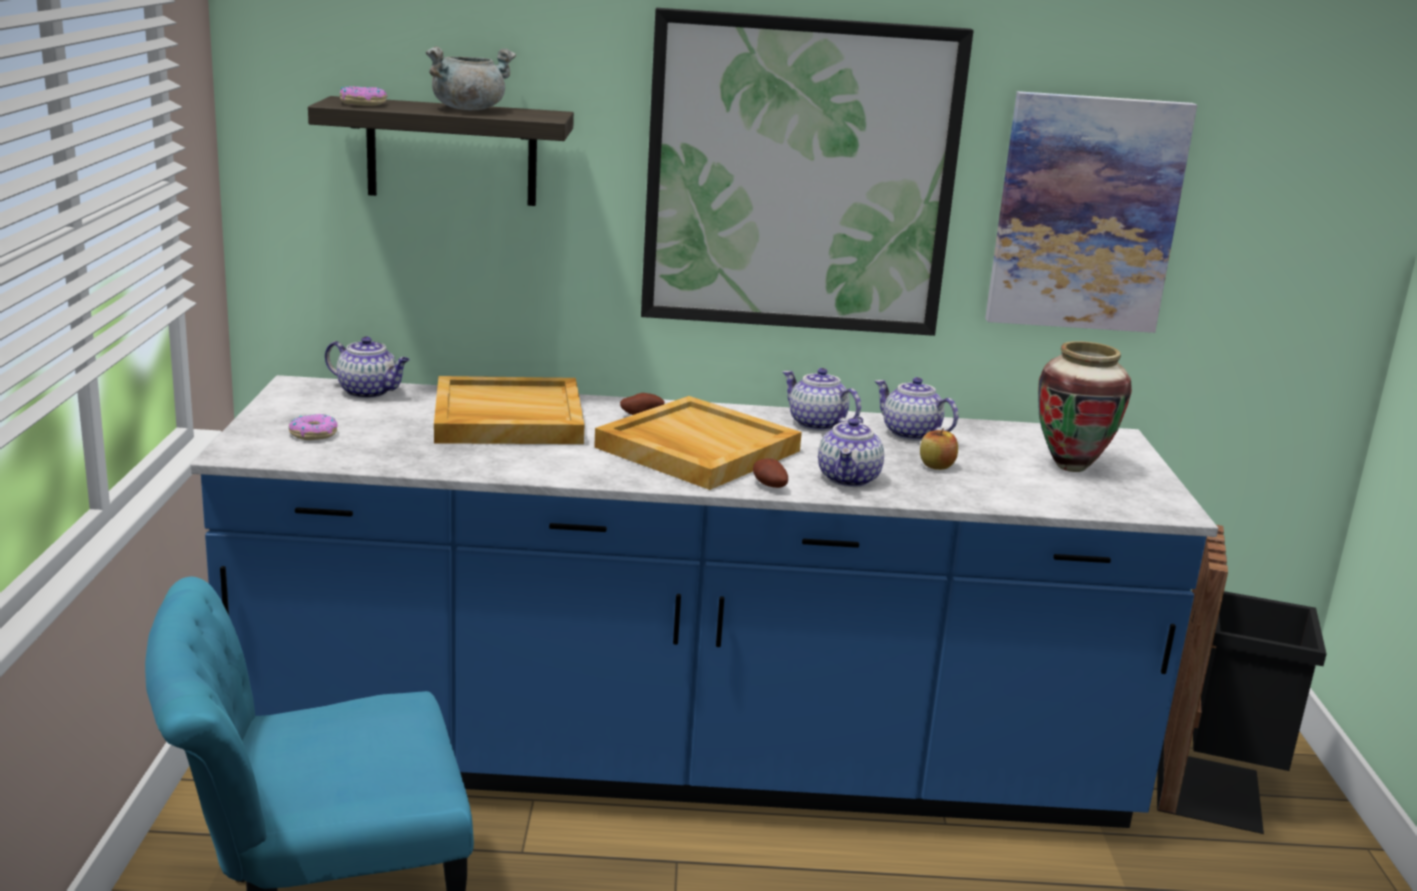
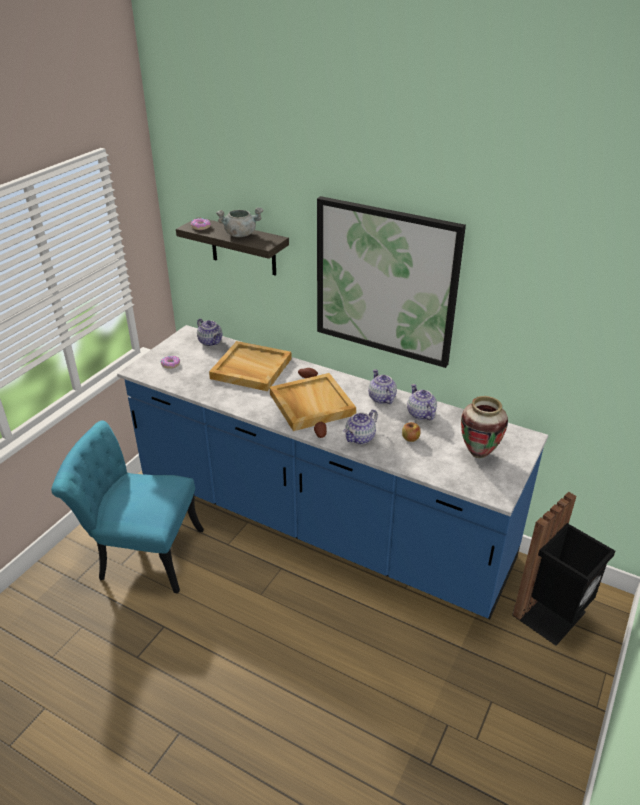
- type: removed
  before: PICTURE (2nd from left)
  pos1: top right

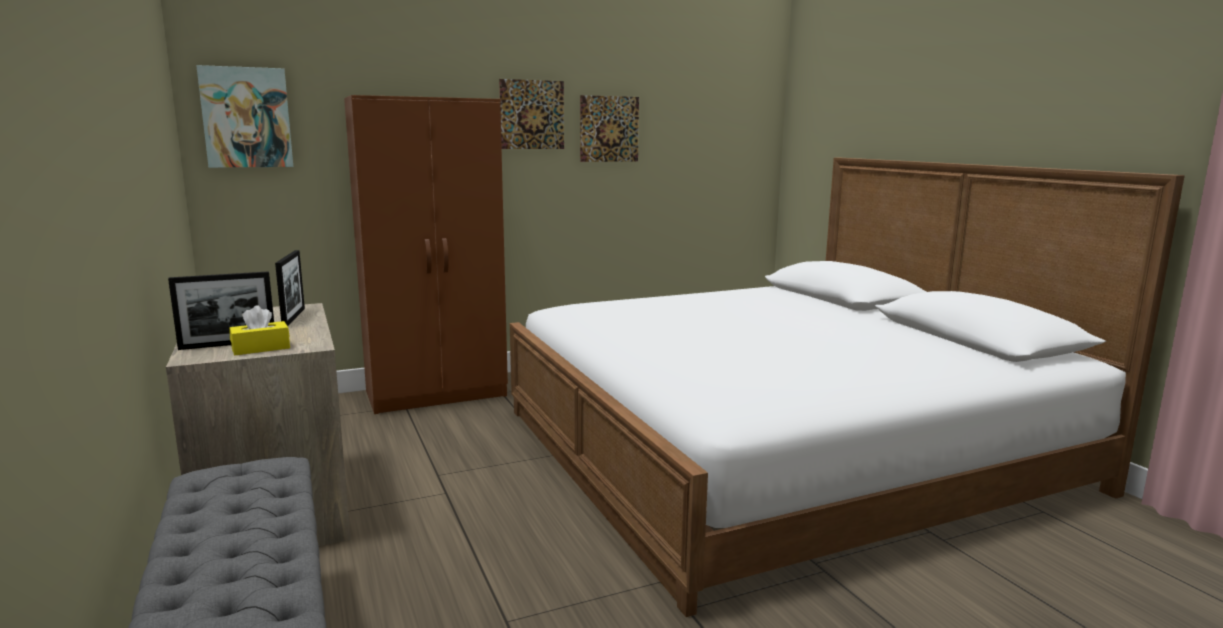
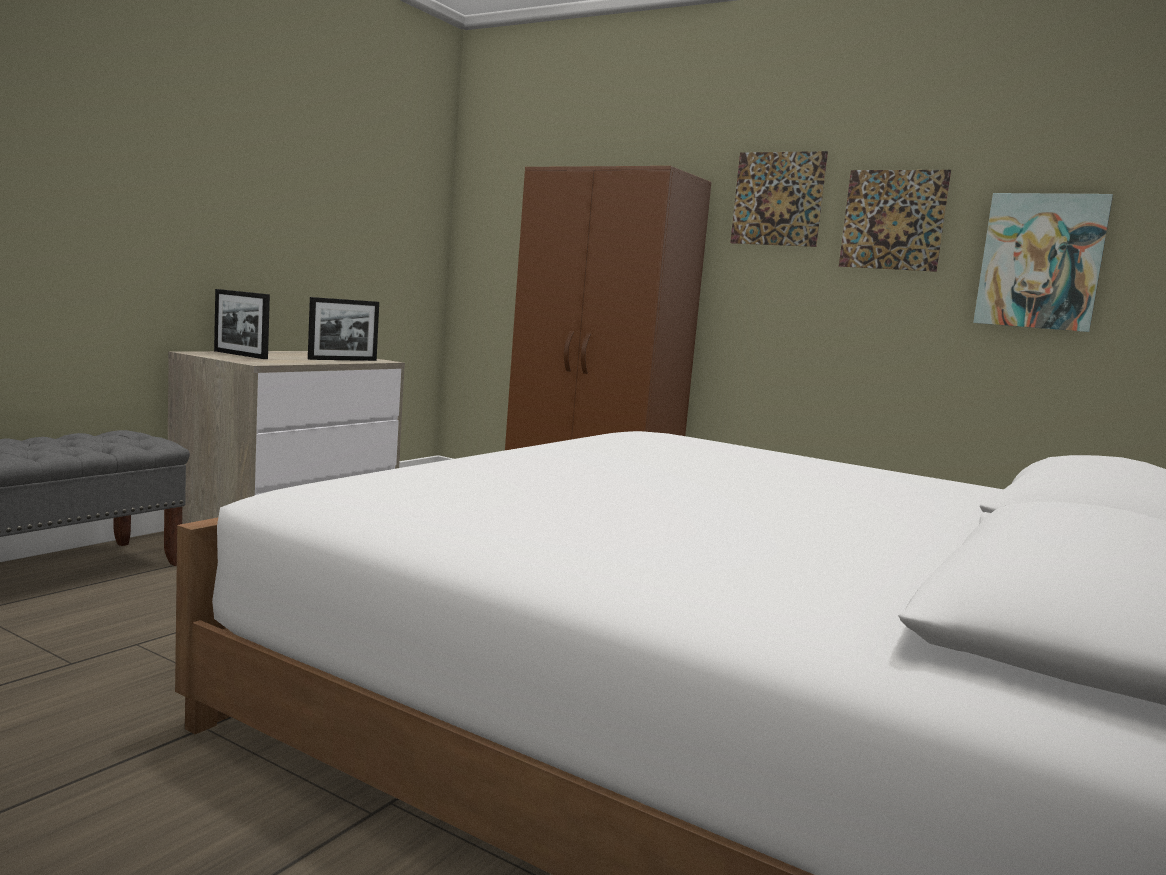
- type: moved
  before: PICTURE (1st from left in the first image)
  after: PICTURE (3rd from left)
  pos1: top left
  pos2: top right
- type: removed
  before: YELLOW TISSUE BOX
  pos1: middle left

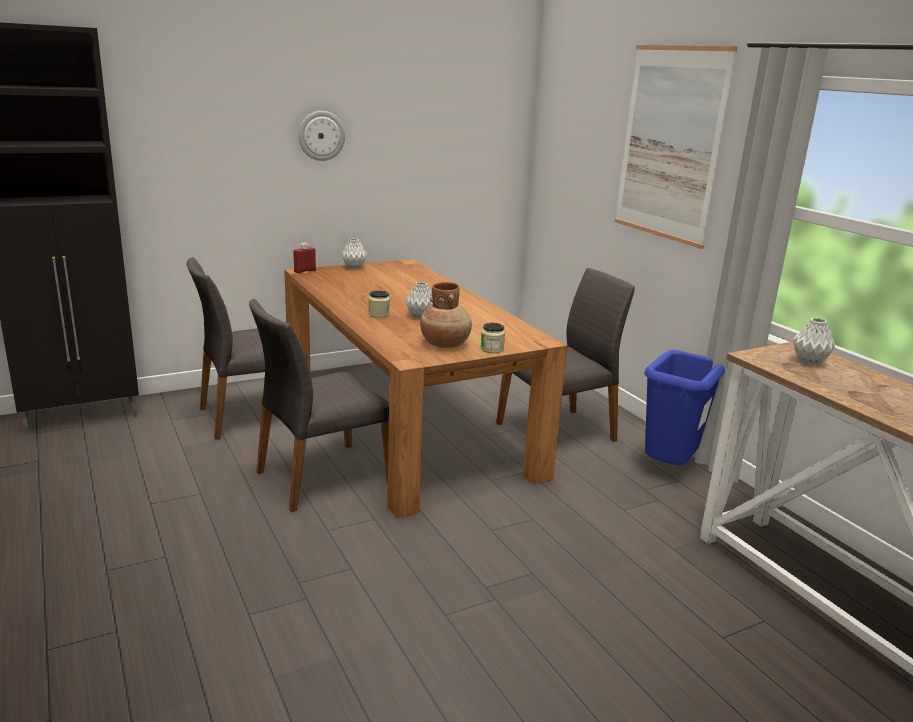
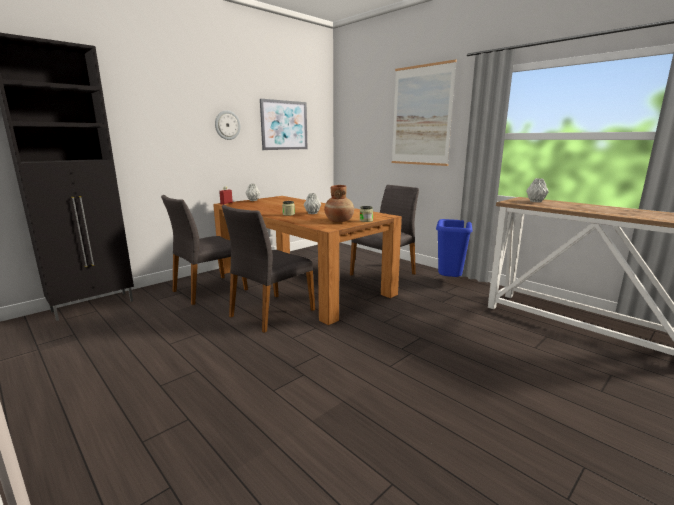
- type: added
  after: PICTURE (1st from left)
  pos2: top centre

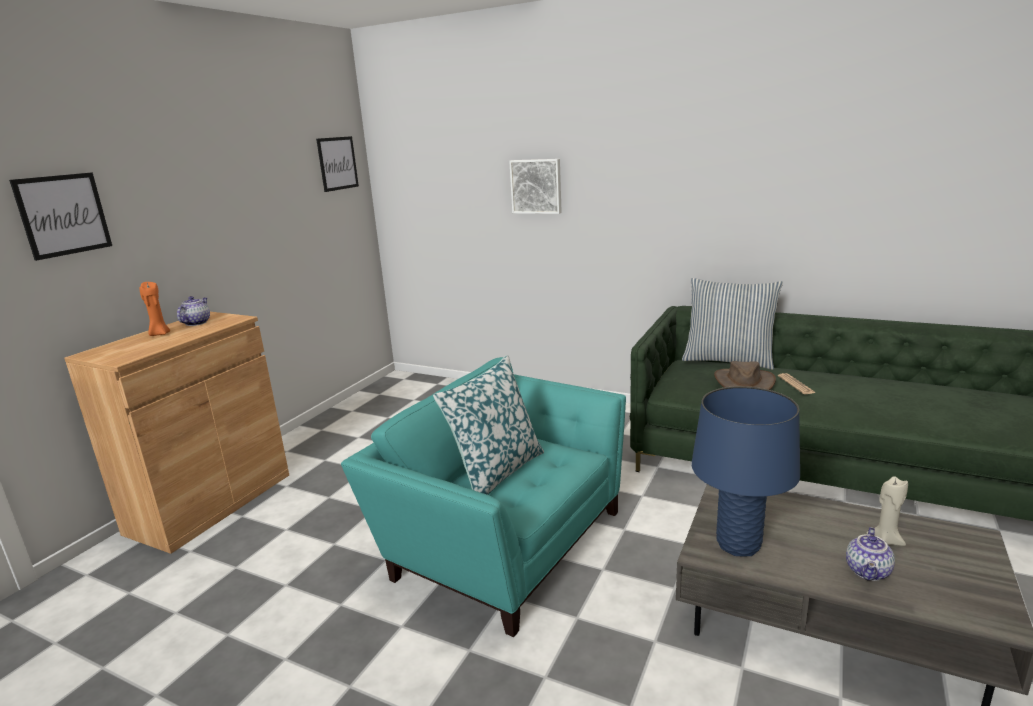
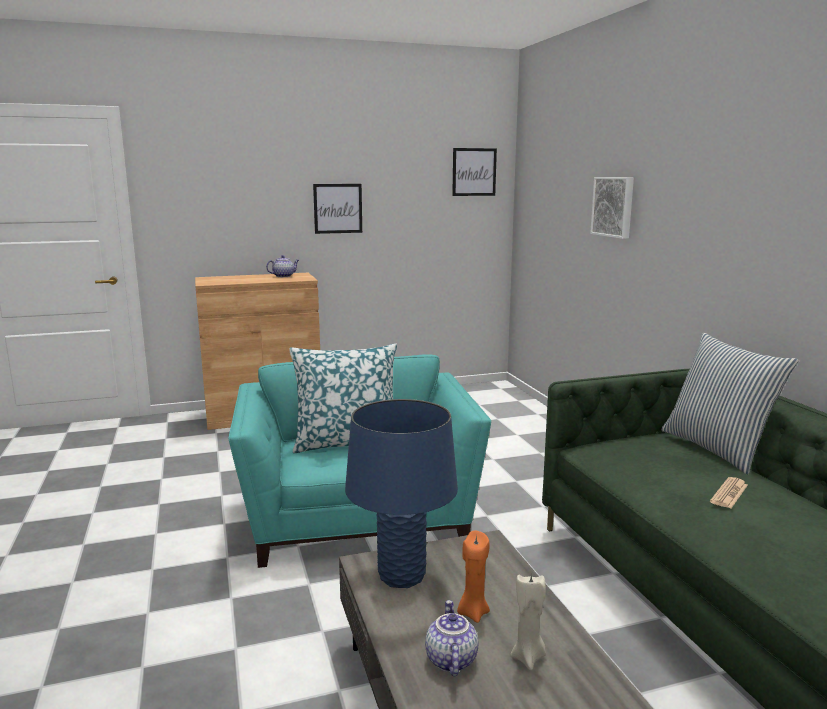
- type: moved
  before: PICTURE (1st from left)
  pos1: top left
  pos2: top centre
- type: turned
  before: TEAPOT (2nd from left)
  pos1: bottom right
  pos2: bottom centre
  turn: 105
- type: moved
  before: ORANGE CANDLE
  pos1: middle left
  pos2: bottom centre
- type: removed
  before: BROWN HAT
  pos1: middle right

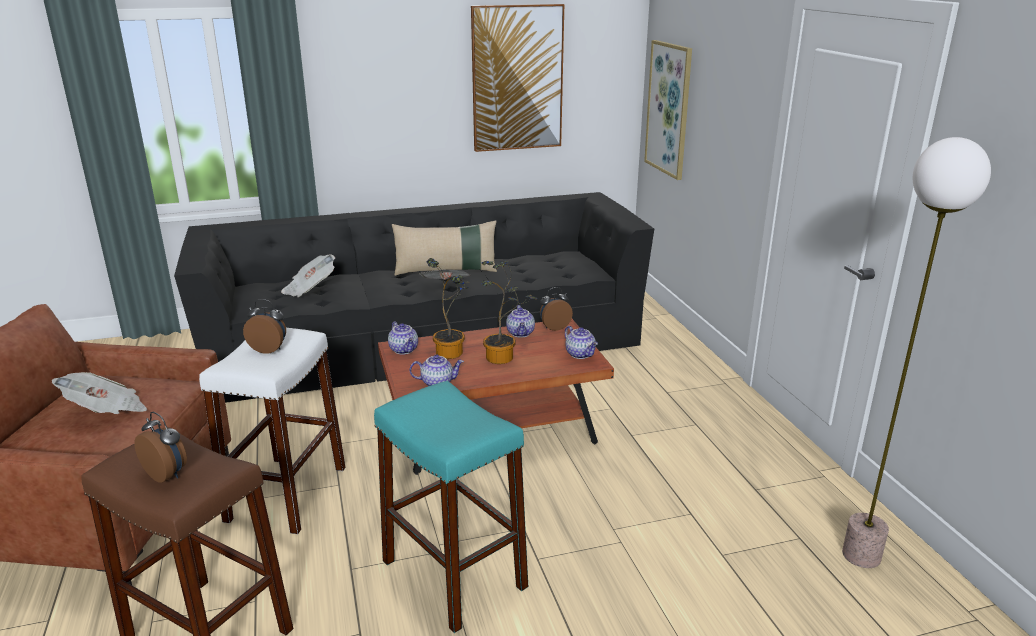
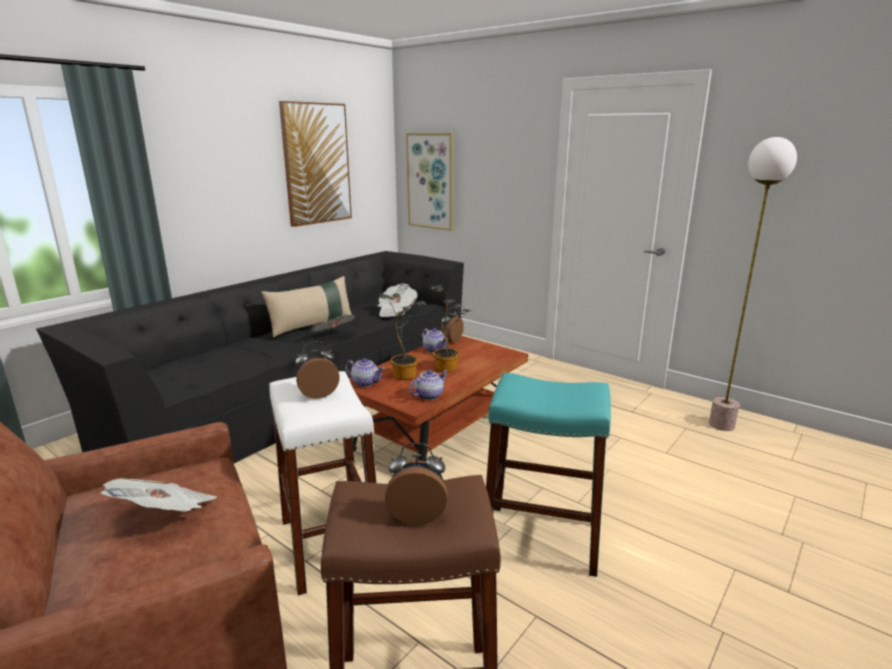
- type: moved
  before: NEWSPAPER (2nd from left in the first image)
  after: NEWSPAPER (3rd from left)
  pos1: middle left
  pos2: centre
- type: removed
  before: TEAPOT (4th from left)
  pos1: centre

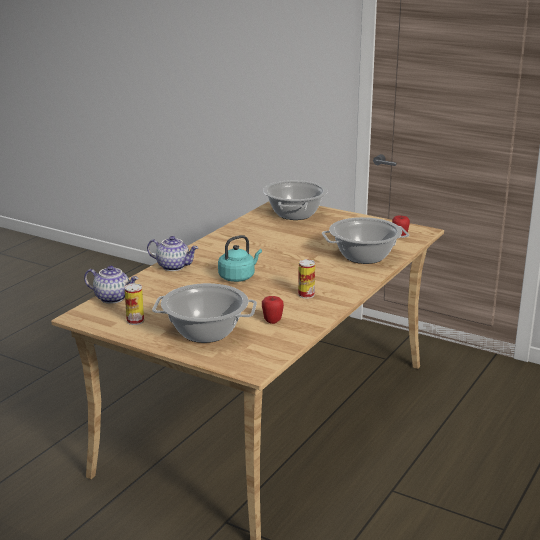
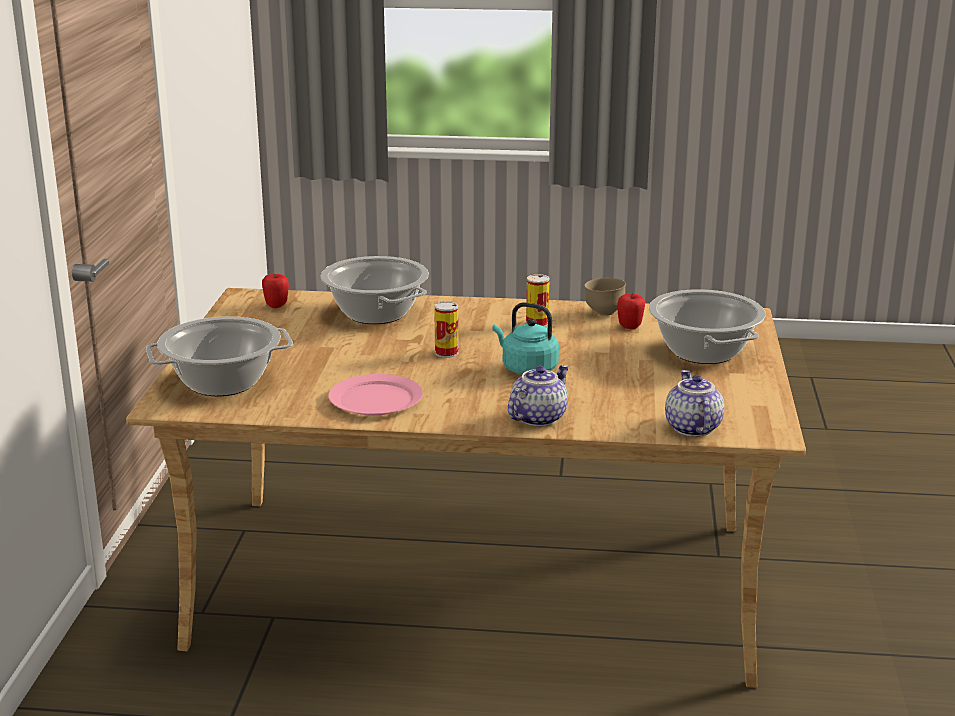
- type: added
  after: PINK PLATE
  pos2: centre
- type: moved
  before: CAN (1st from left)
  pos1: middle left
  pos2: centre
- type: turned
  before: TEAPOT (2nd from left in the first image)
  pos1: middle left
  pos2: centre
  turn: 45
- type: added
  after: BROWN BOWL
  pos2: centre

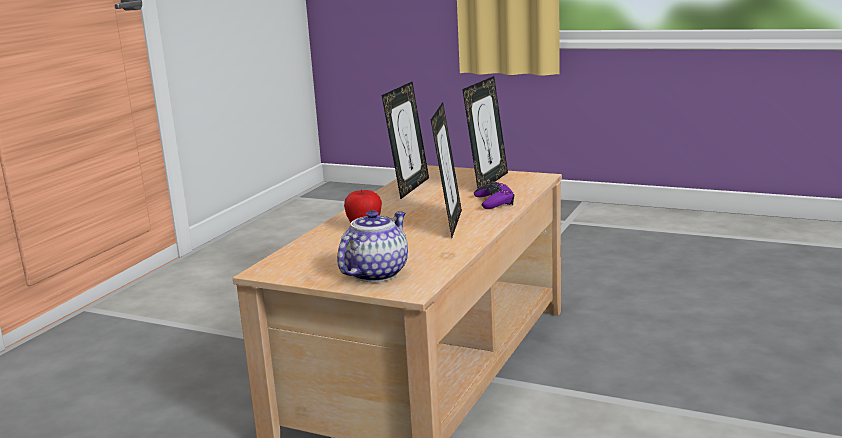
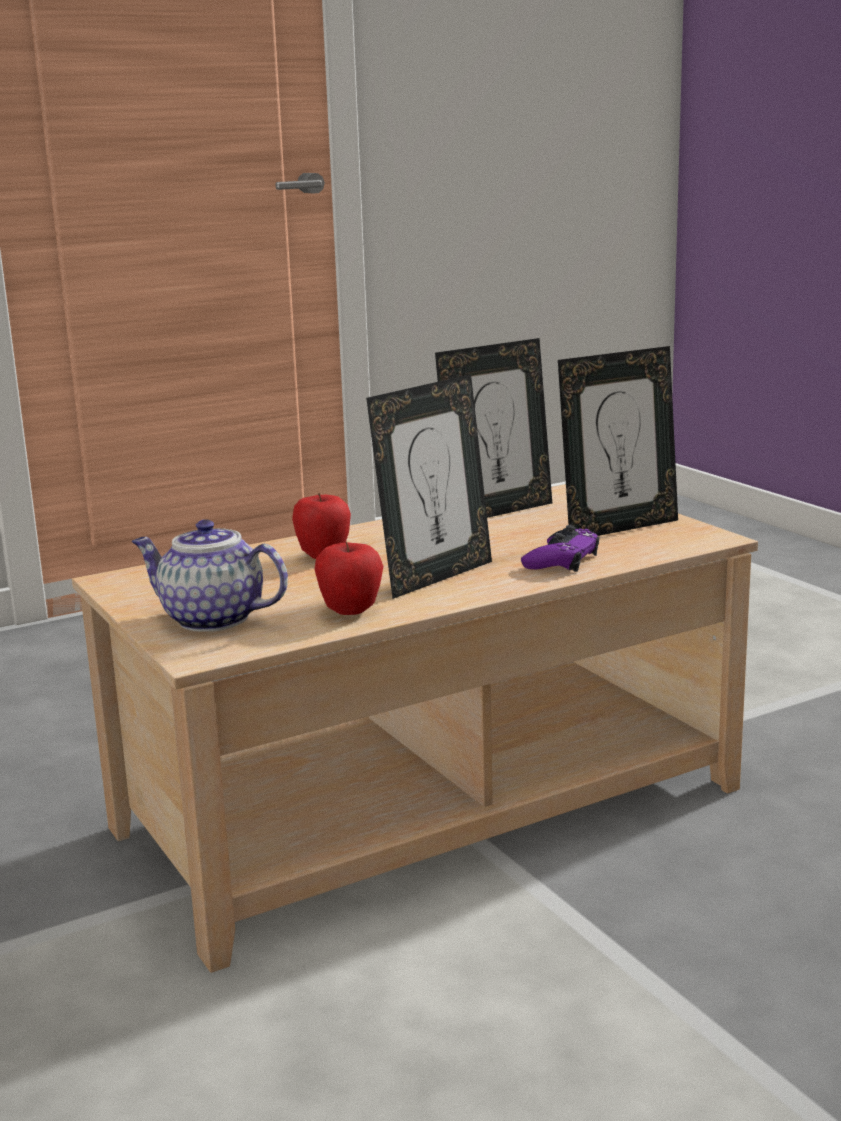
- type: turned
  before: TEAPOT
  pos1: centre
  pos2: middle left
  turn: -135
- type: added
  after: APPLE (2nd from left)
  pos2: centre

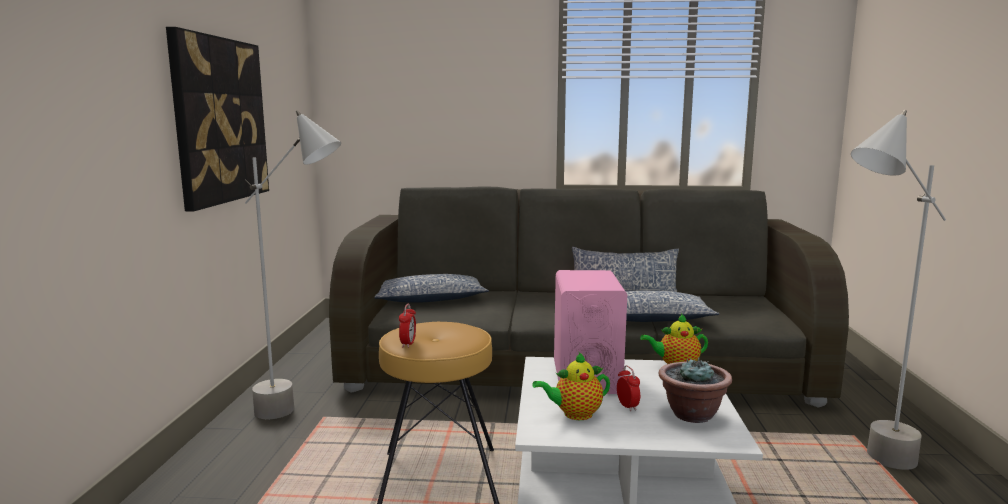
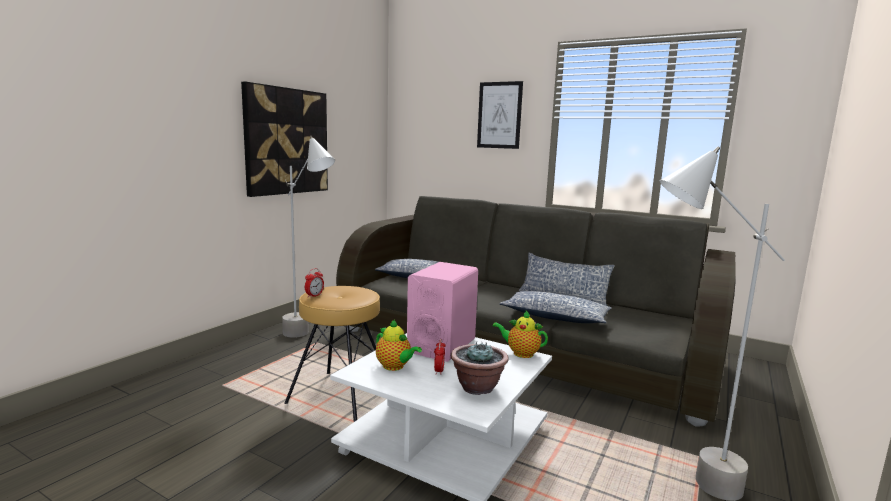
- type: turned
  before: TEAPOT (1st from left)
  pos1: bottom centre
  pos2: bottom centre
  turn: -150
- type: added
  after: PICTURE (2nd from left)
  pos2: top centre

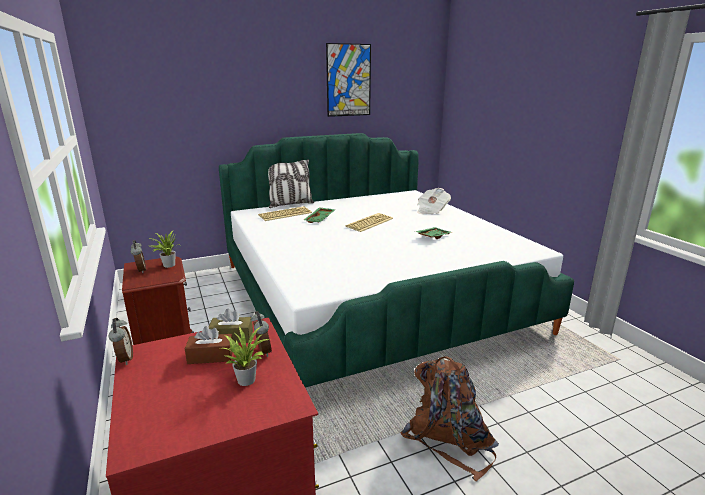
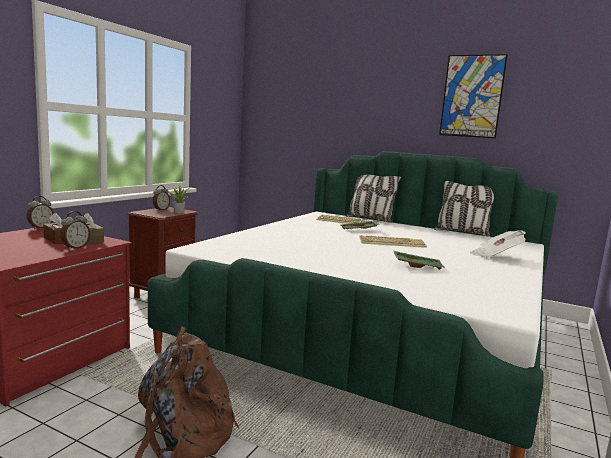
- type: added
  after: PILLOW (2nd from left)
  pos2: middle right
- type: removed
  before: POTTED PLANT (2nd from left)
  pos1: bottom centre

